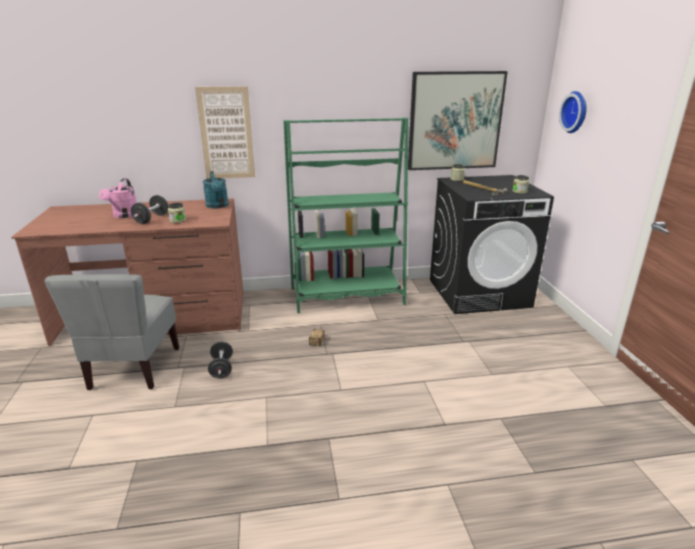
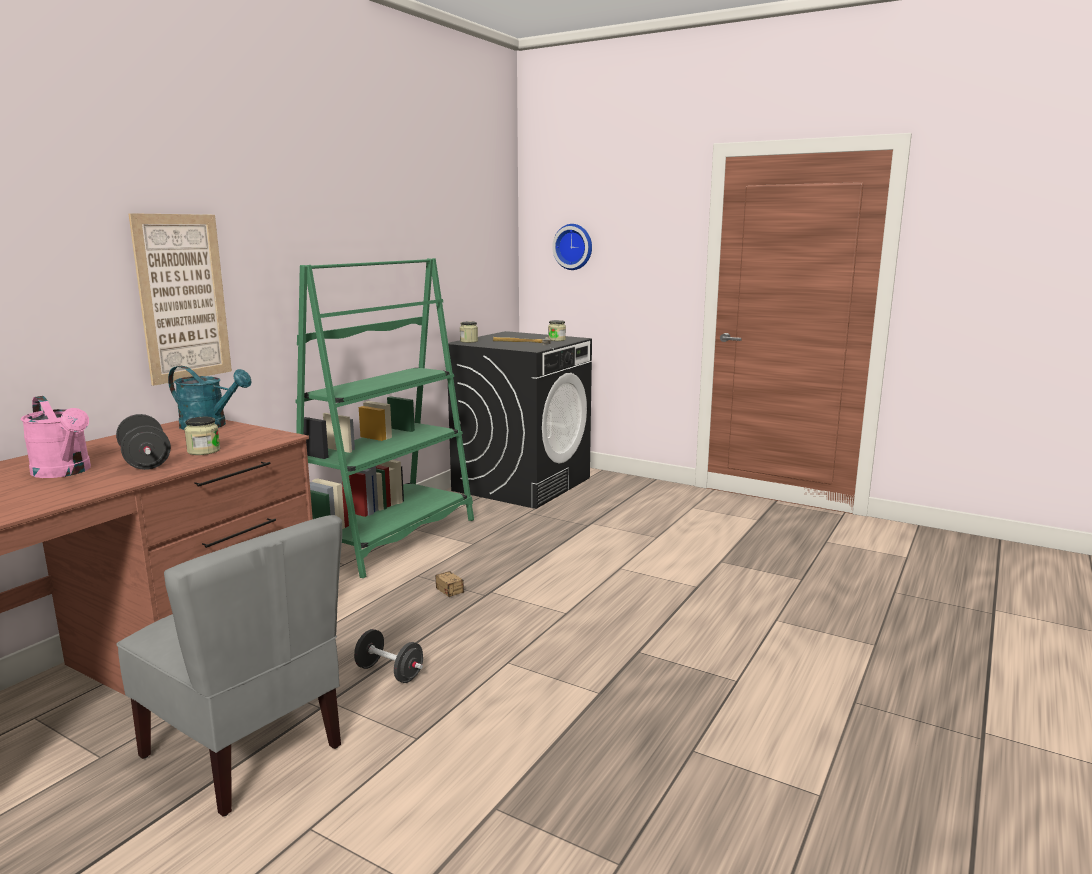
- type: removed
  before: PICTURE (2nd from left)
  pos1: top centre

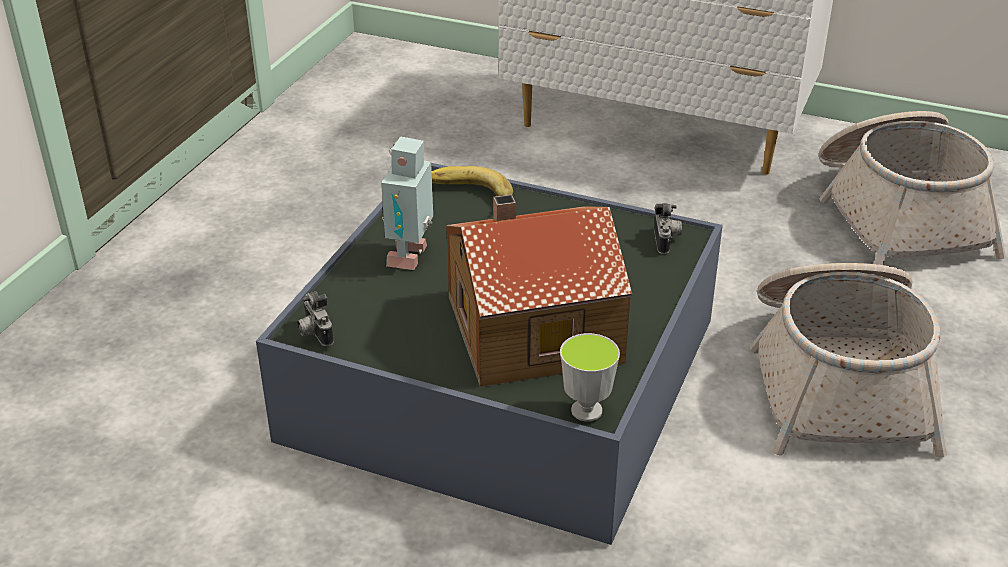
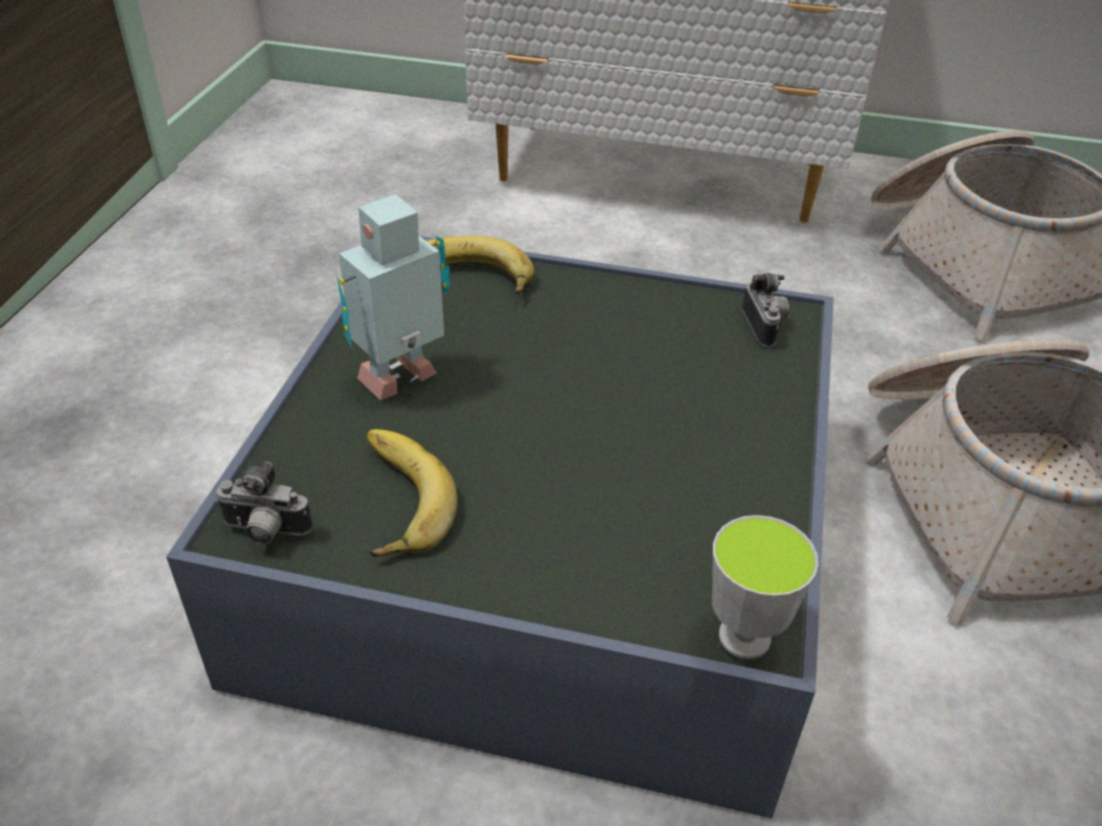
- type: turned
  before: PHOTO CAMERA (1st from left)
  pos1: middle left
  pos2: middle left
  turn: -45
- type: turned
  before: TOY ROBOT
  pos1: centre
  pos2: centre
  turn: 45
- type: added
  after: BANANA (1st from left)
  pos2: centre
- type: removed
  before: TOY HOUSE
  pos1: centre

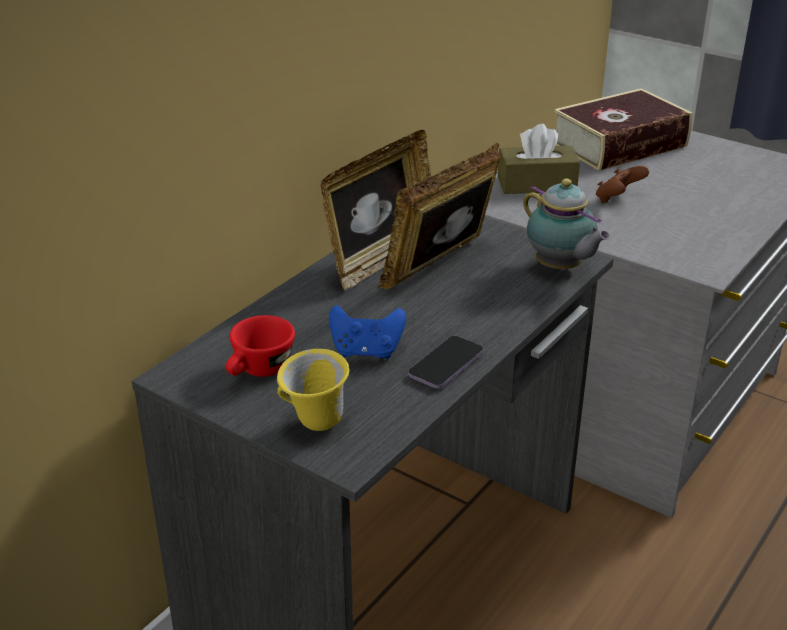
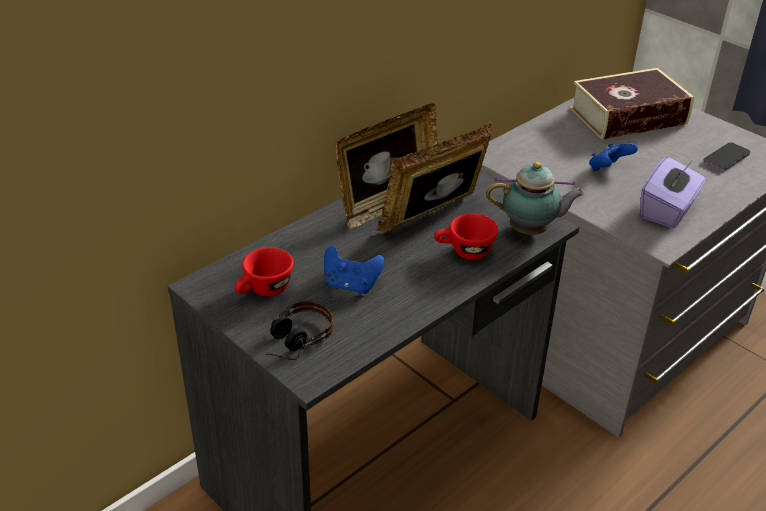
- type: replaced
  before: YELLOW MUG
  after: HEADPHONES
  pos1: centre
  pos2: centre
- type: added
  after: RED CUP (2nd from left)
  pos2: centre
- type: turned
  before: TEAPOT
  pos1: middle right
  pos2: middle right
  turn: -60
- type: recoloured
  before: BROWN GAME CONTROLLER
  after: BLUE GAME CONTROLLER (2nd from left)
  pos1: top right
  pos2: top right
- type: added
  after: PURPLE TISSUE BOX
  pos2: middle right
- type: moved
  before: PHONE
  pos1: centre
  pos2: top right
- type: removed
  before: BROWN TISSUE BOX
  pos1: top right

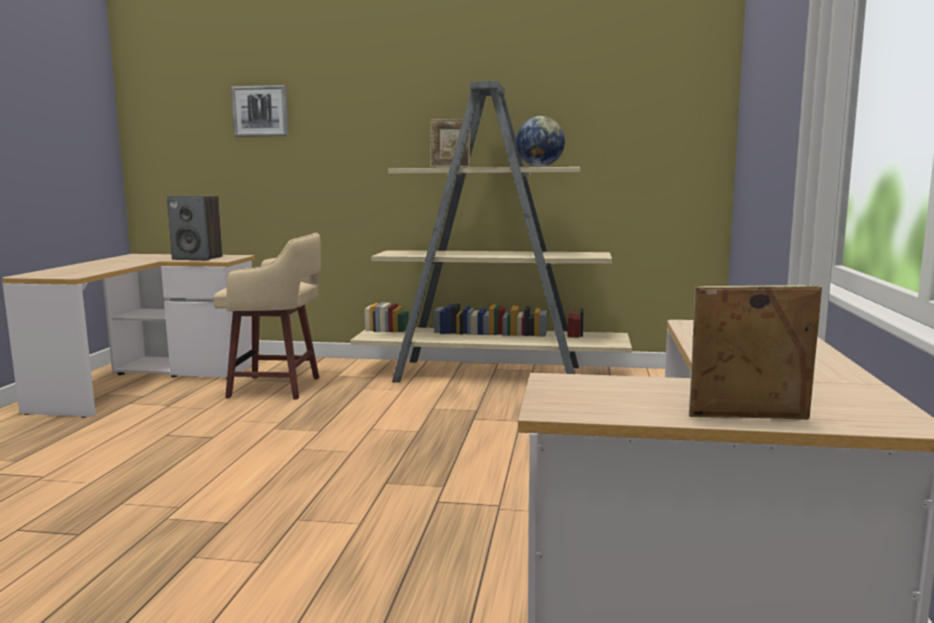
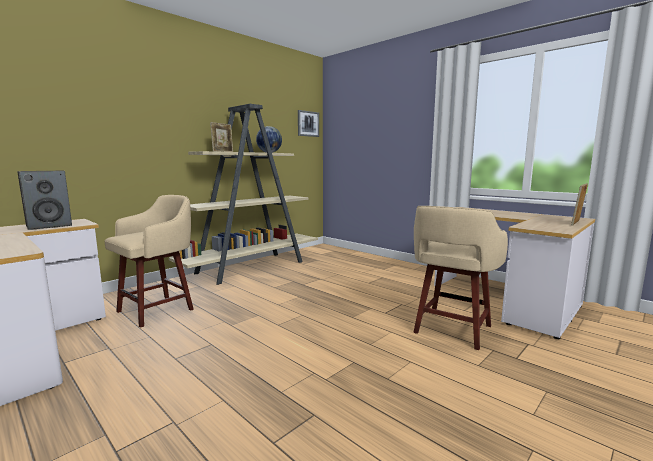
- type: moved
  before: PICTURE
  pos1: top left
  pos2: top centre
- type: added
  after: BEIGE STOOL (2nd from left)
  pos2: middle right

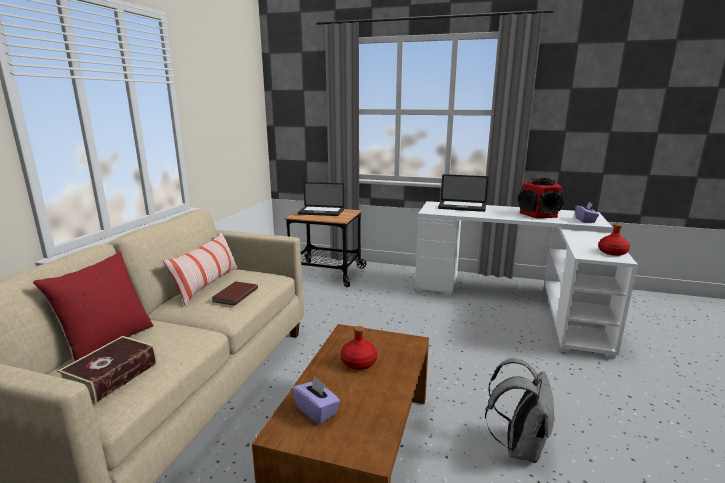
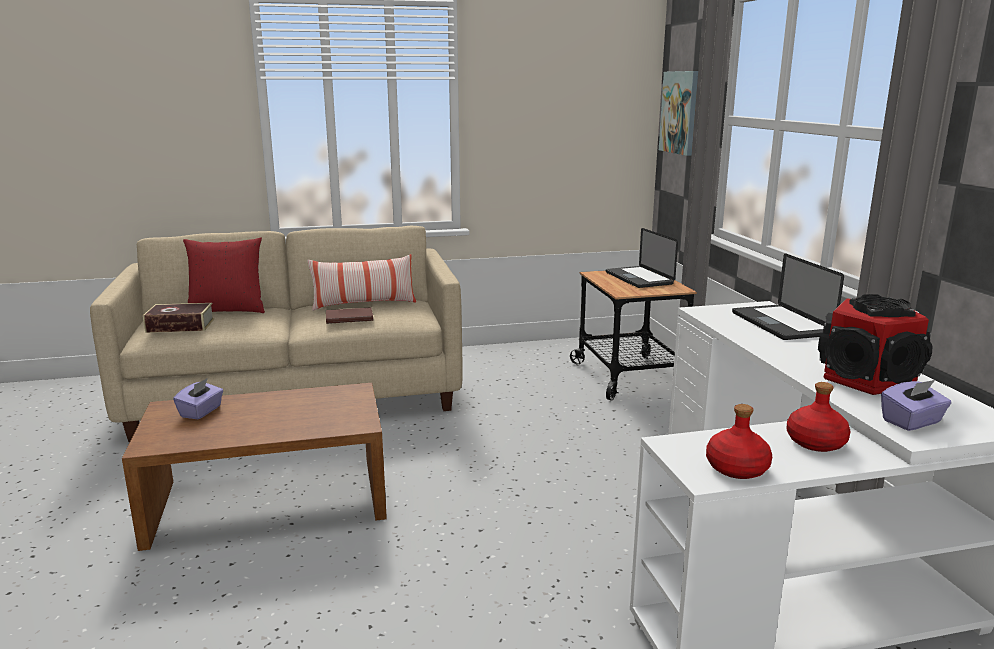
- type: added
  after: PICTURE
  pos2: top right
- type: moved
  before: RED BOTTLE (1st from left in the first image)
  after: RED BOTTLE (2nd from left)
  pos1: bottom centre
  pos2: middle right
- type: removed
  before: GREY BACKPACK
  pos1: bottom right

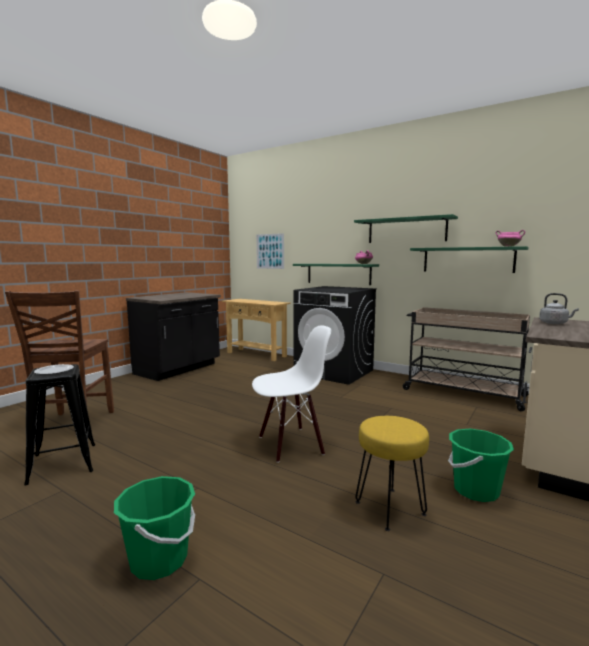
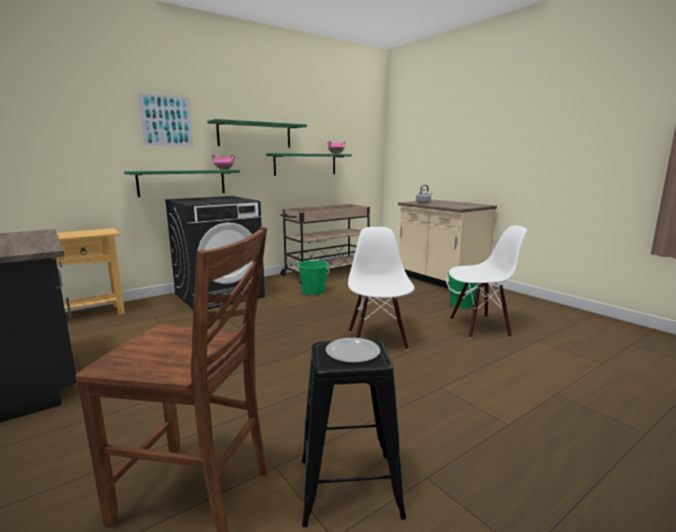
- type: moved
  before: PICTURE
  pos1: centre
  pos2: top left
- type: moved
  before: GREEN BUCKET (1st from left)
  pos1: bottom left
  pos2: centre
- type: replaced
  before: YELLOW STOOL
  after: WHITE CHAIR (2nd from left)
  pos1: bottom centre
  pos2: middle right

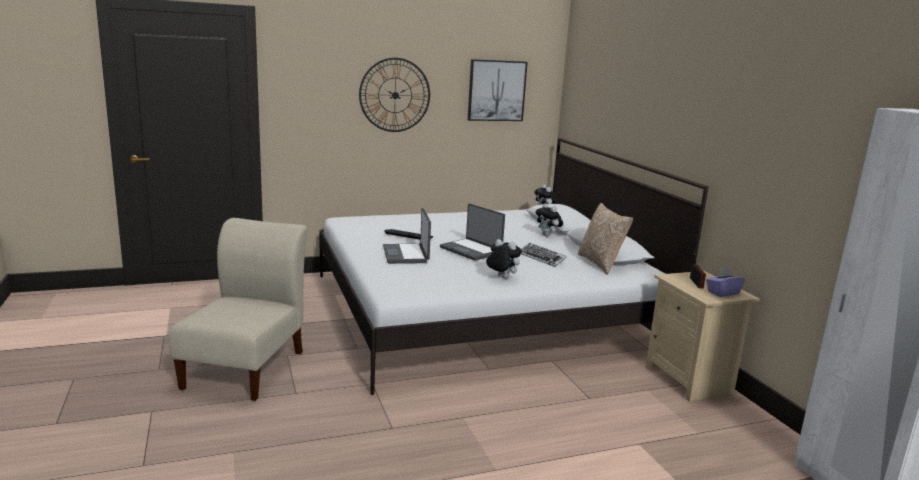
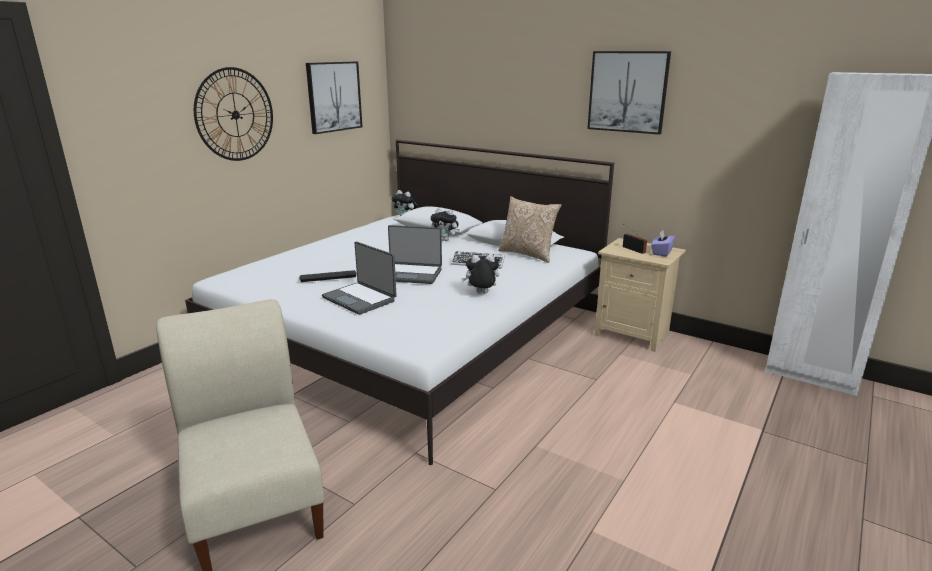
- type: added
  after: PICTURE (2nd from left)
  pos2: top right

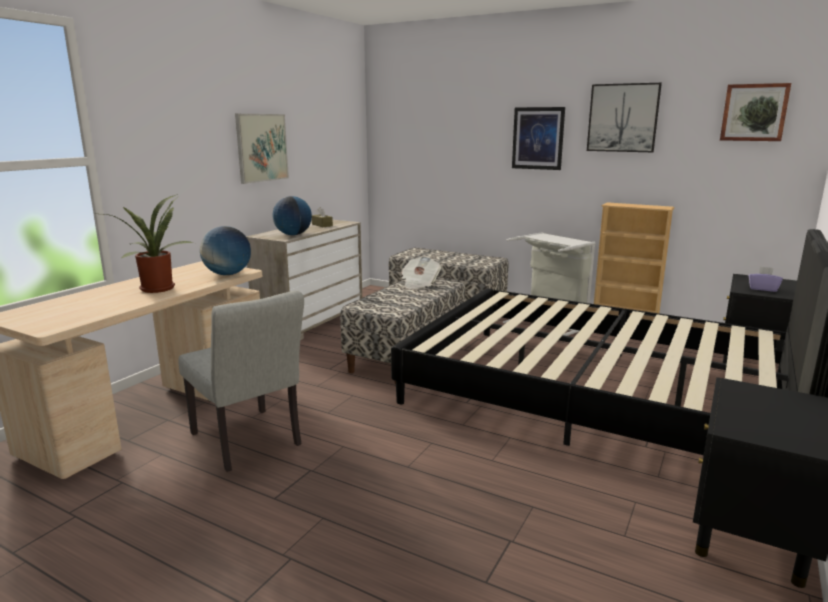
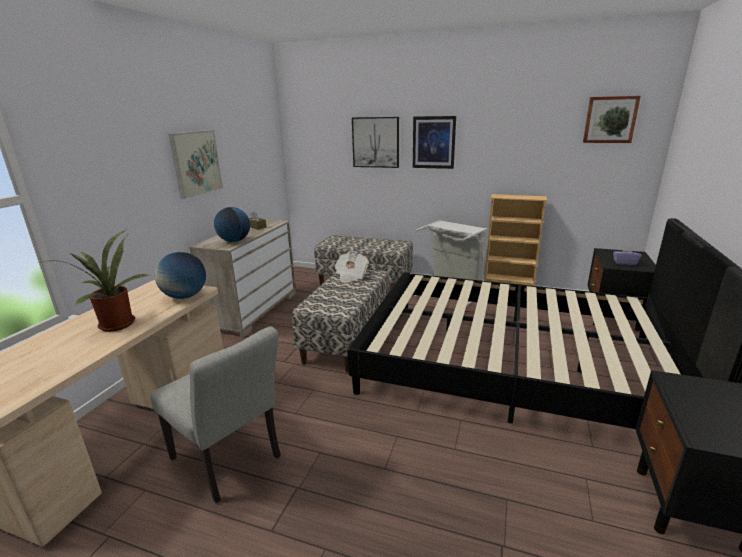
- type: moved
  before: PICTURE (3rd from left in the first image)
  after: PICTURE (2nd from left)
  pos1: top right
  pos2: top centre

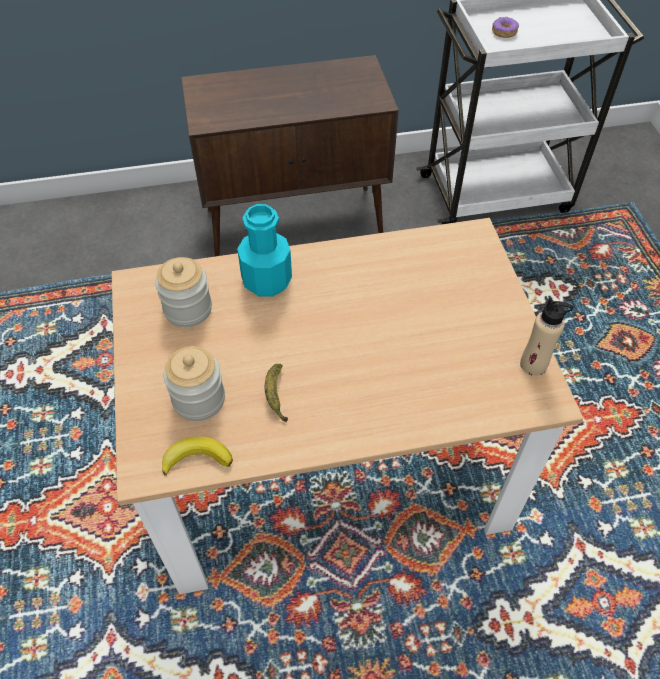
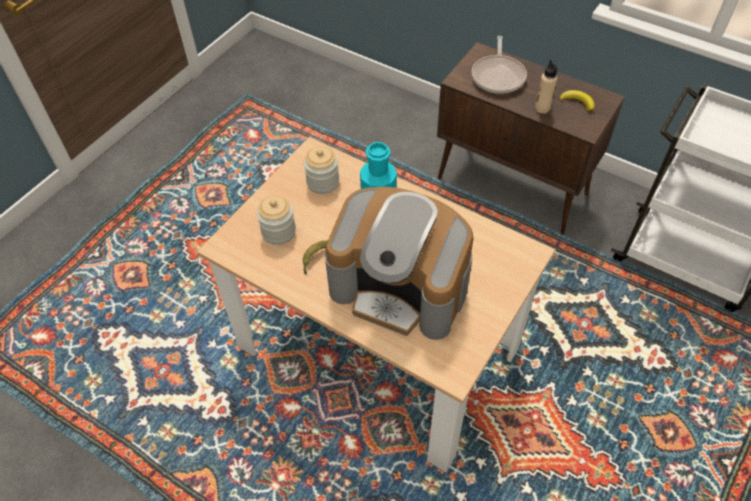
- type: added
  after: COFFEE MACHINE
  pos2: centre
- type: added
  after: FRYING PAN
  pos2: top centre
- type: moved
  before: BEIGE BOTTLE
  pos1: middle right
  pos2: top right
- type: moved
  before: BANANA (1st from left in the first image)
  after: BANANA (2nd from left)
  pos1: bottom left
  pos2: top right
- type: removed
  before: DONUT
  pos1: top right

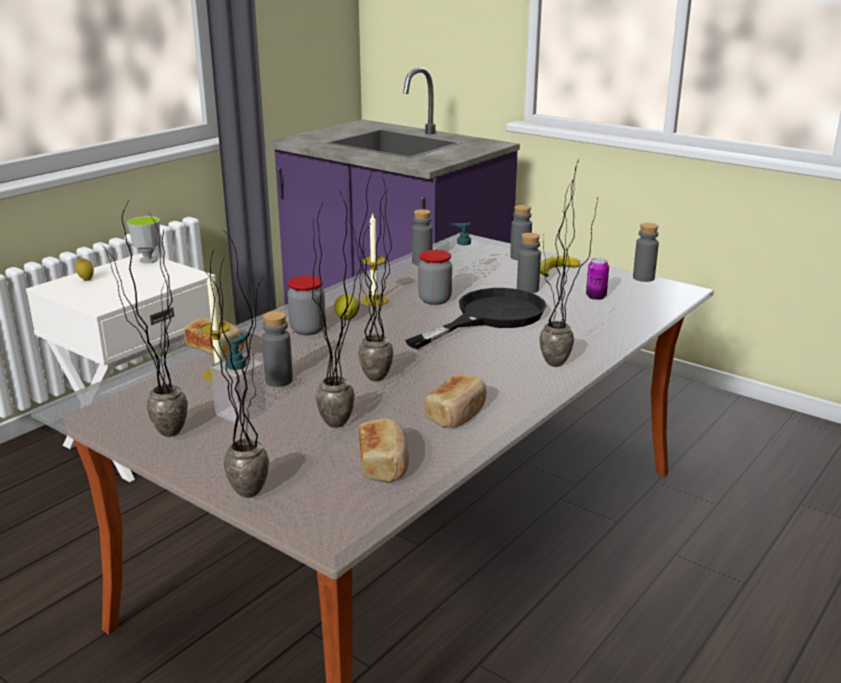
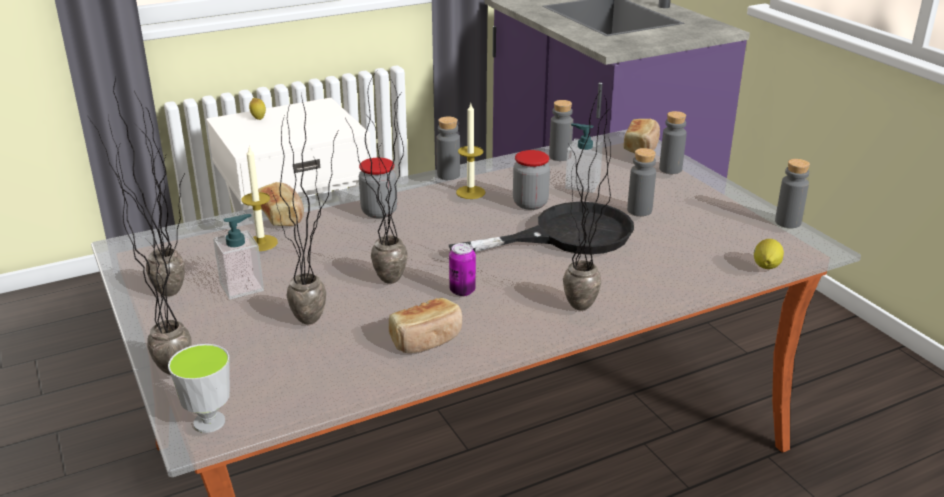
- type: moved
  before: CUP
  pos1: middle left
  pos2: bottom left
- type: moved
  before: GREY BOTTLE (1st from left)
  pos1: middle left
  pos2: top centre
- type: moved
  before: CAN
  pos1: middle right
  pos2: centre
- type: moved
  before: BREAD (2nd from left in the first image)
  after: BREAD (3rd from left)
  pos1: centre
  pos2: top right
- type: moved
  before: LEMON (2nd from left)
  pos1: centre
  pos2: middle right
- type: removed
  before: BANANA
  pos1: centre

